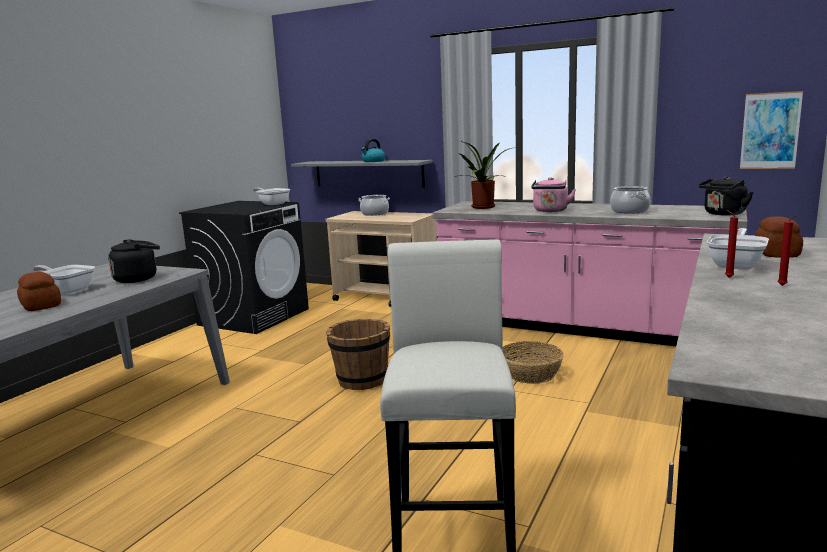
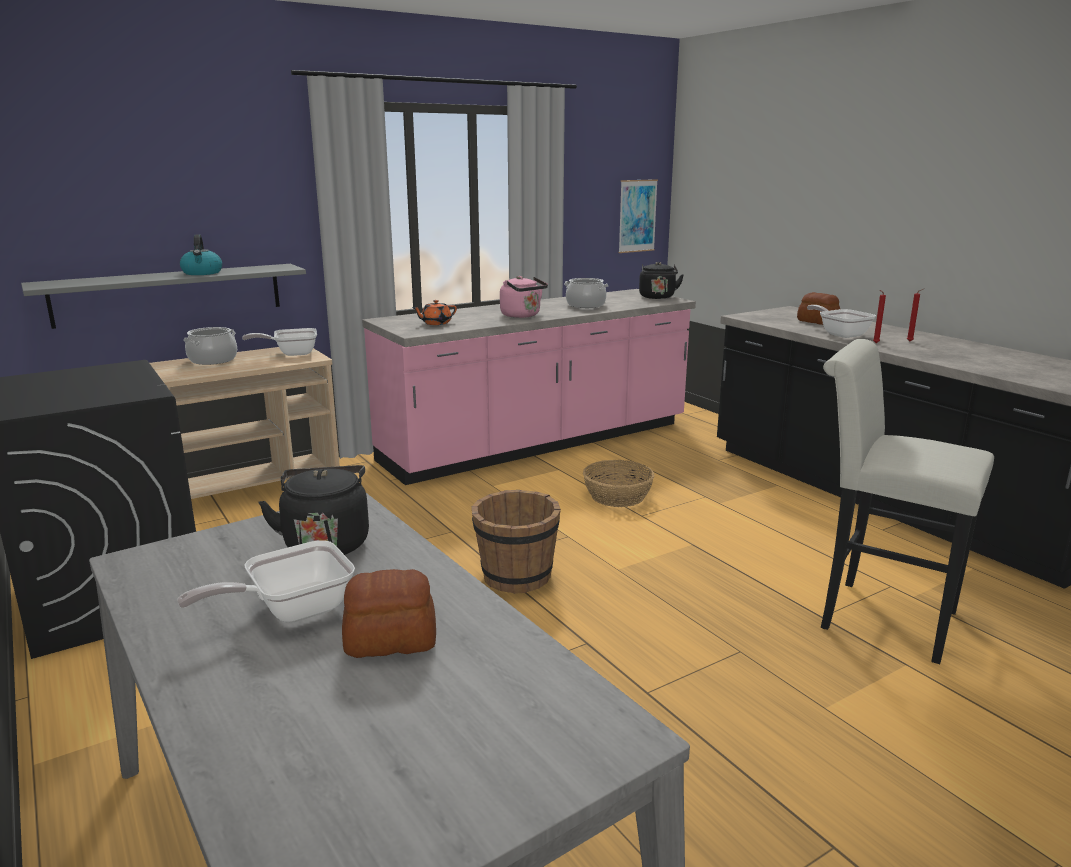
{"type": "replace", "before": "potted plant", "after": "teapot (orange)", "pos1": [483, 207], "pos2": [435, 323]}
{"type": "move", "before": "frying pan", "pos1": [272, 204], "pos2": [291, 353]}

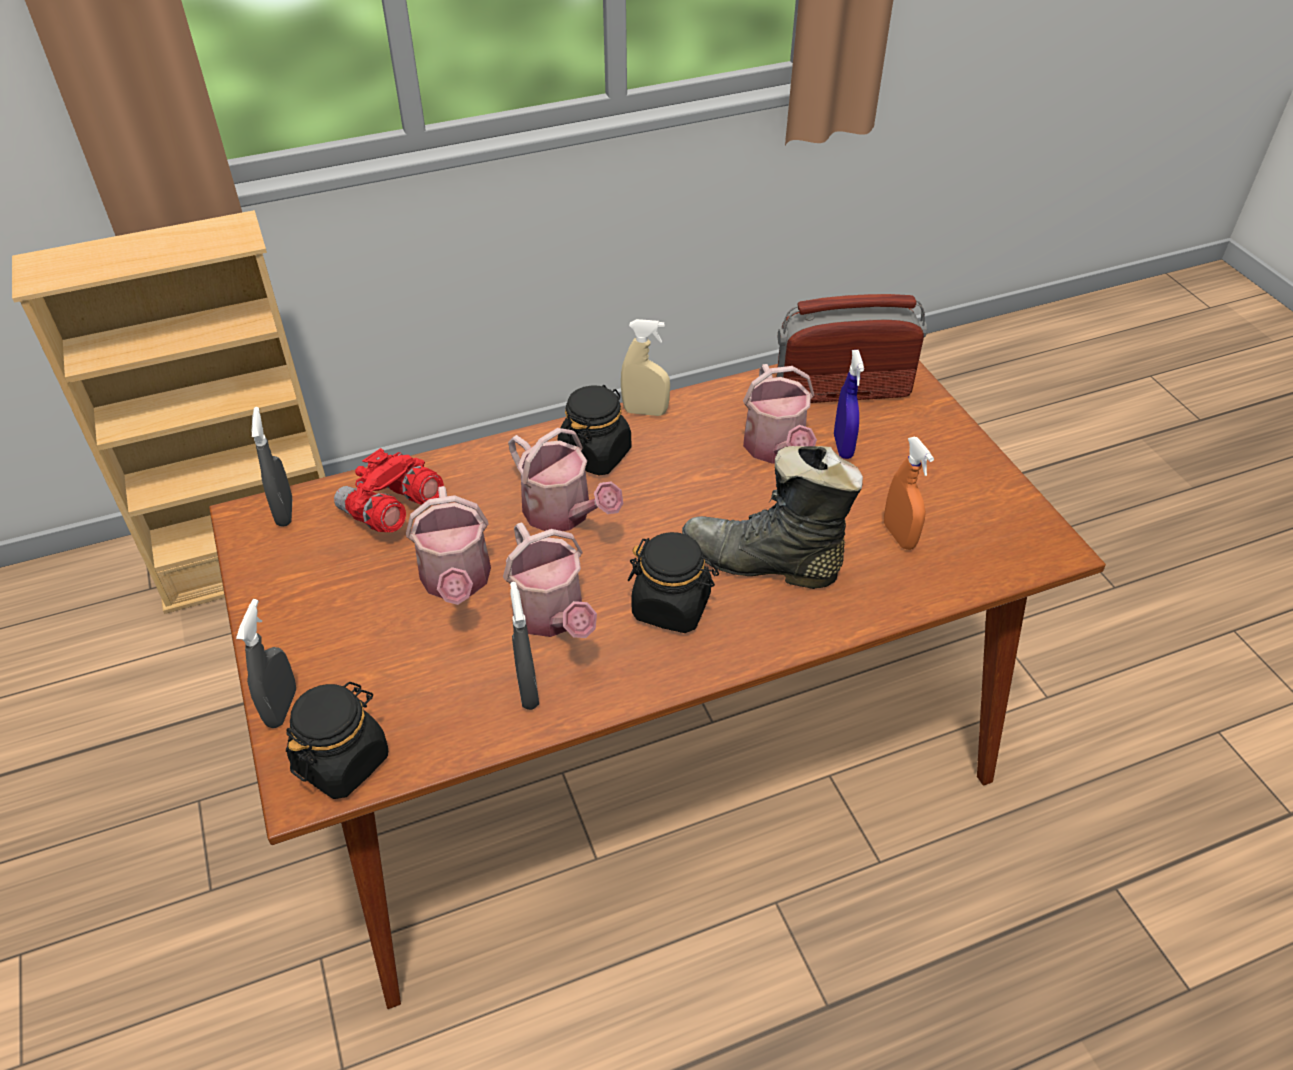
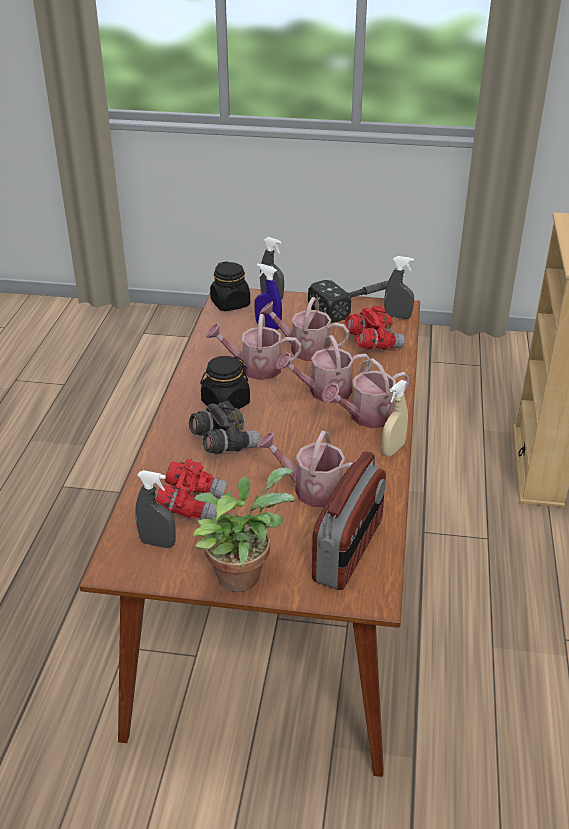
{"type": "move", "before": "spray bottle (blue)", "pos1": [843, 446], "pos2": [268, 326]}
{"type": "replace", "before": "jar (black)", "after": "watering can", "pos1": [595, 454], "pos2": [366, 417]}
{"type": "replace", "before": "spray bottle (orange)", "after": "binoculars (red)", "pos1": [899, 536], "pos2": [192, 504]}
{"type": "replace", "before": "boot (black)", "after": "binoculars (grey)", "pos1": [762, 563], "pos2": [224, 443]}
{"type": "move", "before": "spray bottle (grey)", "pos1": [527, 690], "pos2": [157, 543]}
{"type": "insert", "after": "hammer", "pos2": [358, 303]}
{"type": "insert", "after": "potted plant", "pos2": [241, 573]}

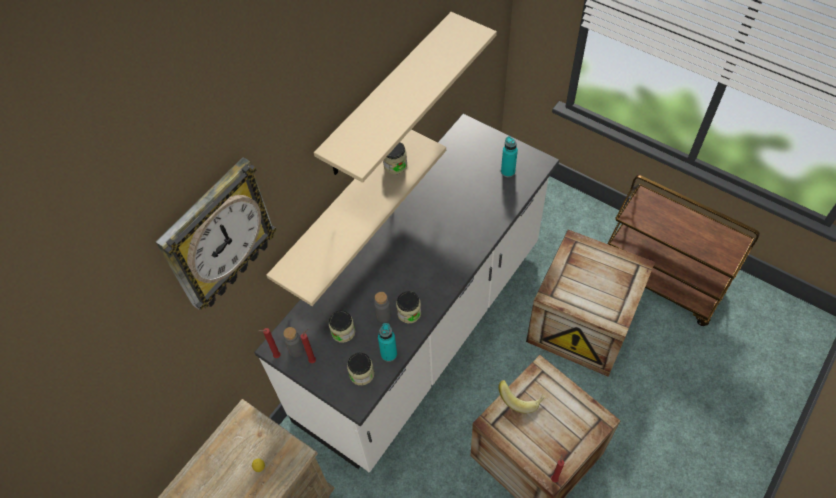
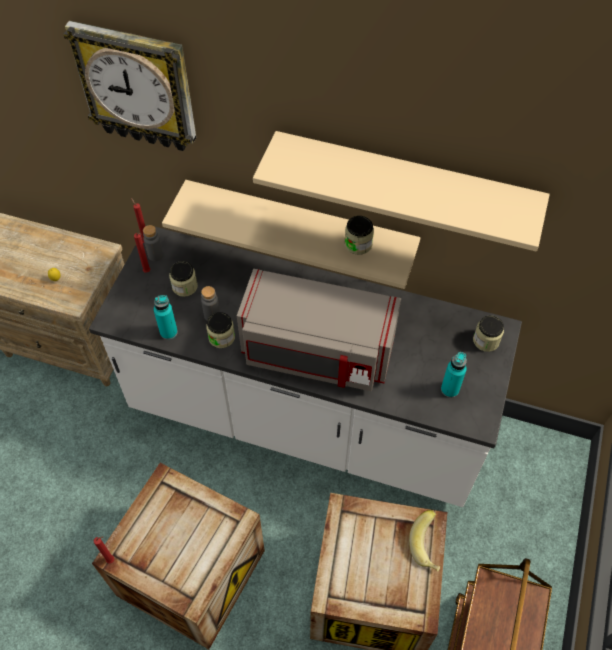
{"type": "move", "before": "jar", "pos1": [361, 374], "pos2": [486, 340]}
{"type": "move", "before": "banana", "pos1": [521, 398], "pos2": [428, 546]}
{"type": "insert", "after": "microwave (grey)", "pos2": [316, 353]}

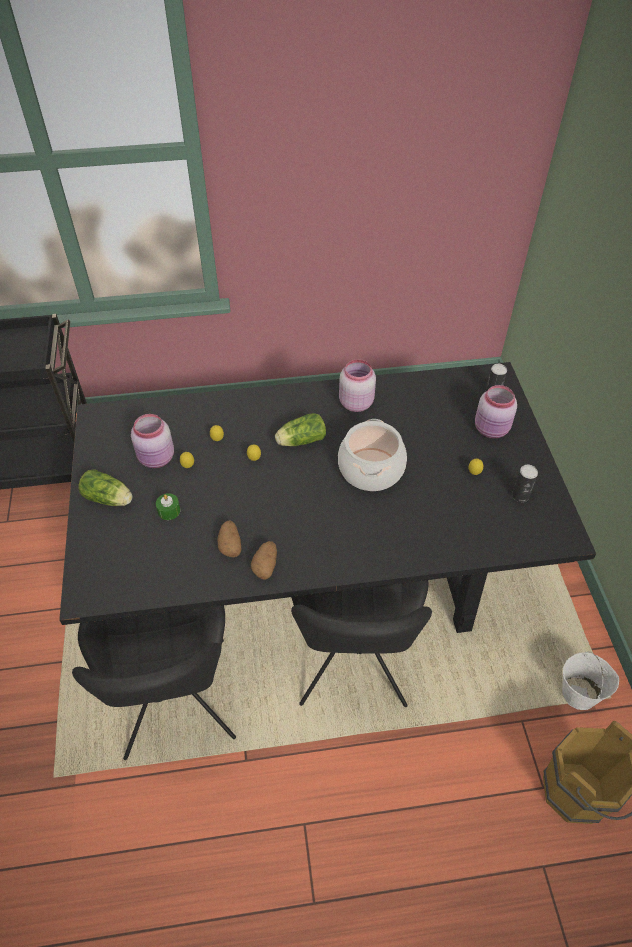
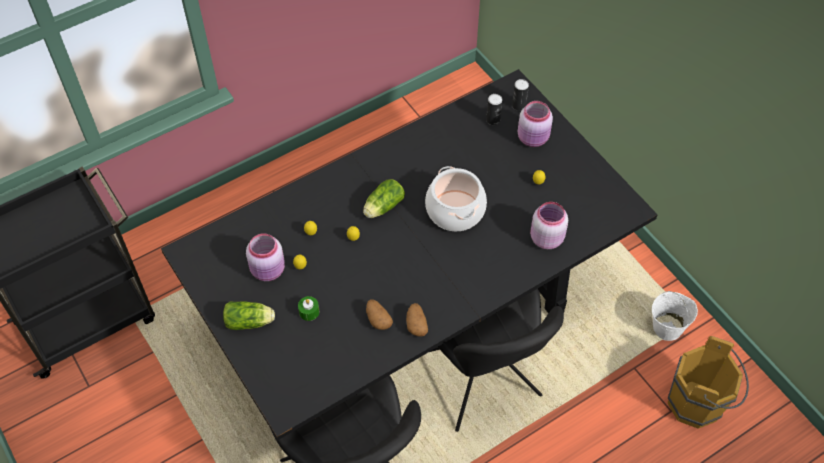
{"type": "move", "before": "jar (pink)", "pos1": [355, 402], "pos2": [545, 238]}
{"type": "move", "before": "can", "pos1": [520, 495], "pos2": [493, 120]}

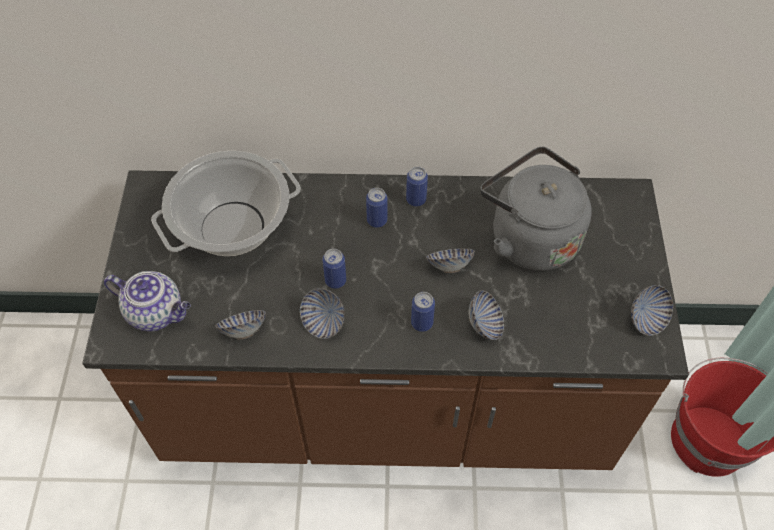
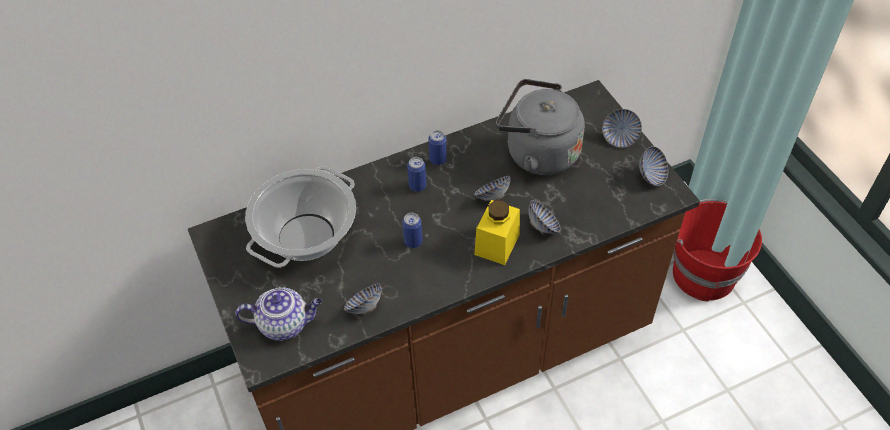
{"type": "move", "before": "bowl", "pos1": [323, 322], "pos2": [619, 138]}
{"type": "replace", "before": "can", "after": "jar (yellow)", "pos1": [422, 323], "pos2": [497, 244]}

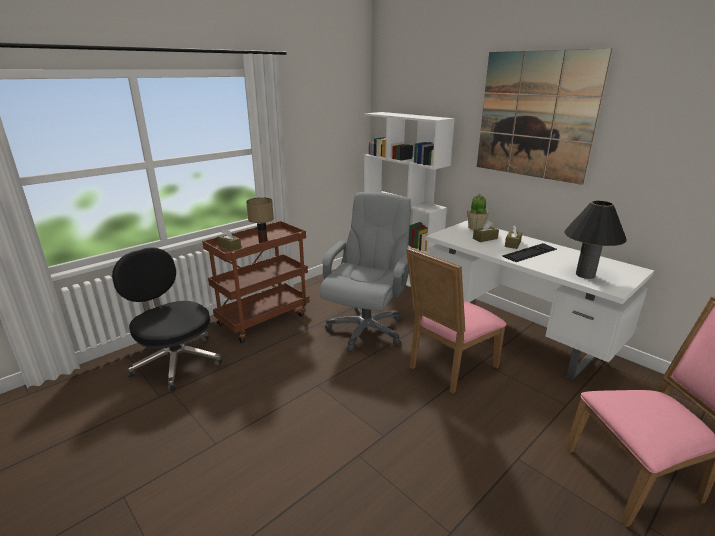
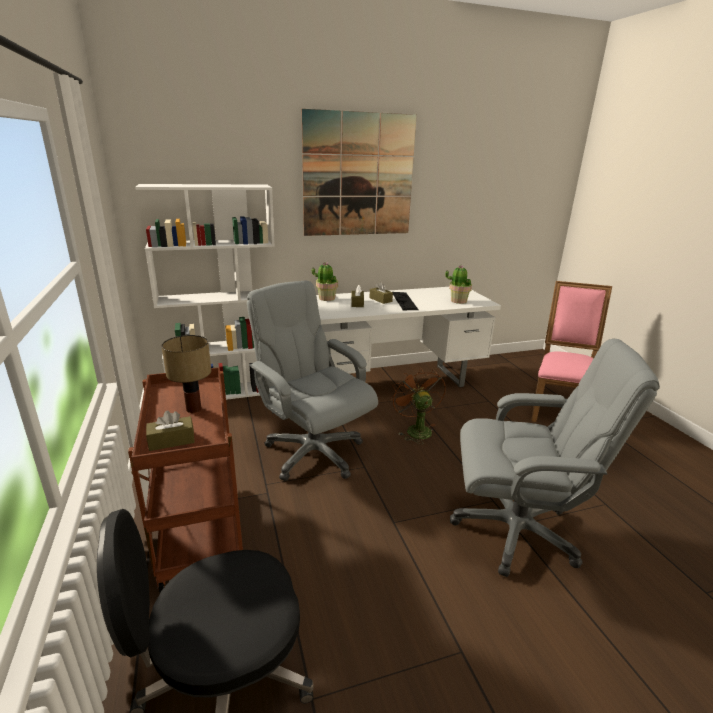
{"type": "replace", "before": "table lamp (black)", "after": "potted plant", "pos1": [585, 275], "pos2": [458, 301]}
{"type": "replace", "before": "chair (pink)", "after": "fan (brown)", "pos1": [448, 367], "pos2": [415, 429]}
{"type": "insert", "after": "office chair (grey)", "pos2": [516, 530]}

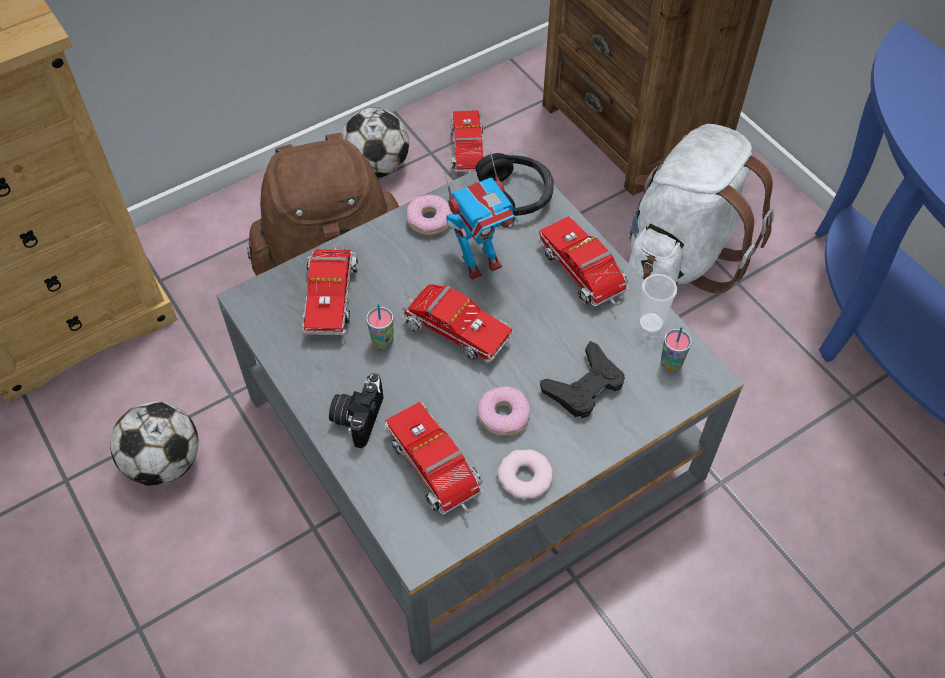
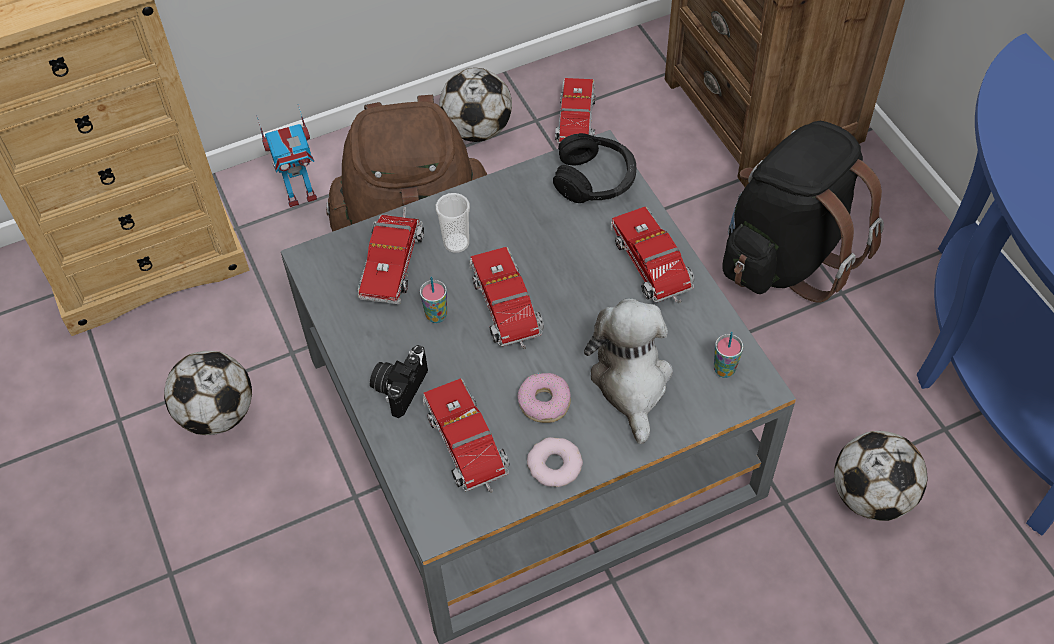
{"type": "recolor", "before": "backpack (white)", "after": "backpack (black)", "pos1": [682, 254], "pos2": [787, 256]}
{"type": "move", "before": "toy robot", "pos1": [480, 263], "pos2": [300, 194]}
{"type": "delete", "before": "donut", "pos1": [429, 220]}
{"type": "move", "before": "cup", "pos1": [650, 323], "pos2": [456, 243]}
{"type": "rotate", "before": "toy truck", "pos1": [452, 329], "pos2": [507, 310], "turn": -150}
{"type": "replace", "before": "game controller (black)", "after": "plush toy", "pos1": [584, 386], "pos2": [631, 382]}
{"type": "insert", "after": "football", "pos2": [871, 496]}

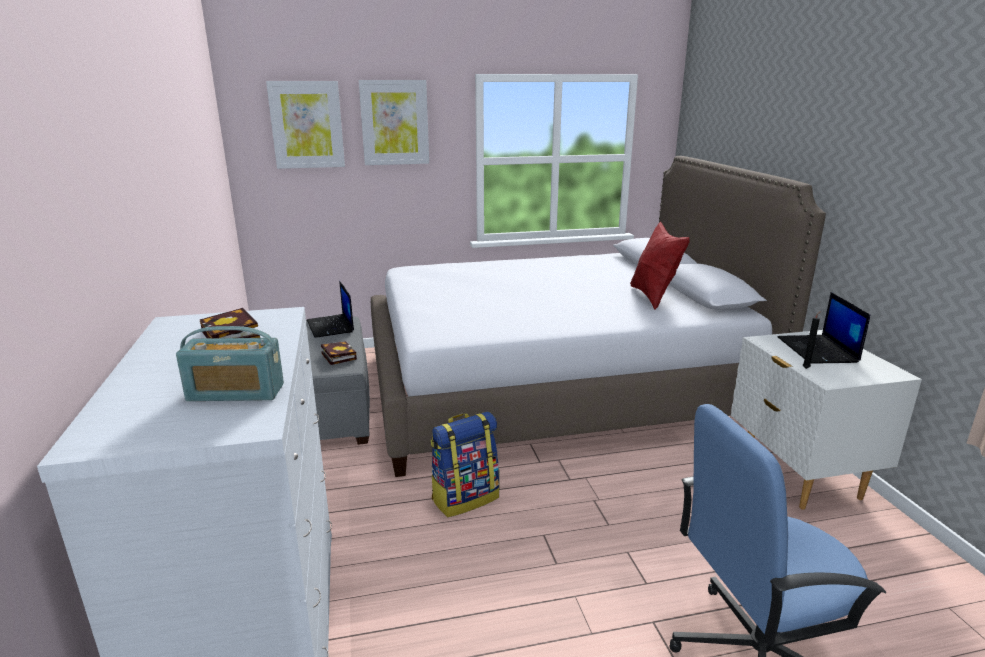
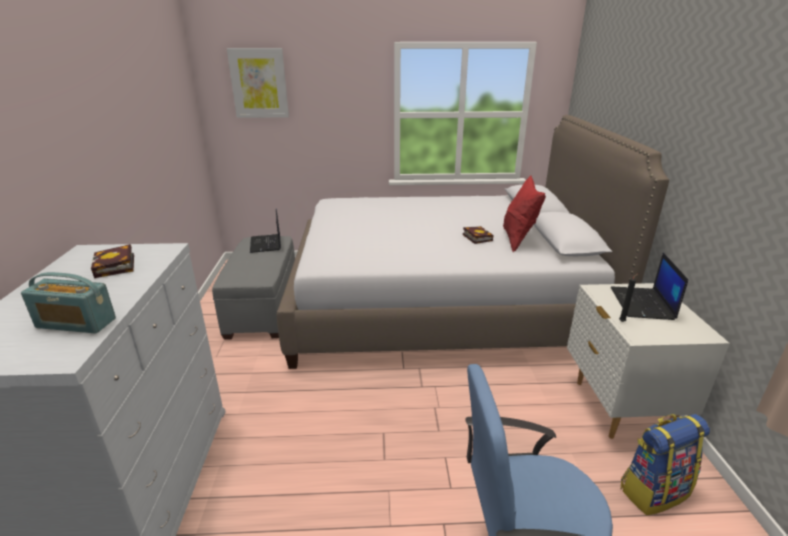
{"type": "delete", "before": "picture", "pos1": [394, 122]}
{"type": "move", "before": "book", "pos1": [337, 356], "pos2": [476, 237]}
{"type": "move", "before": "backpack", "pos1": [465, 498], "pos2": [653, 490]}

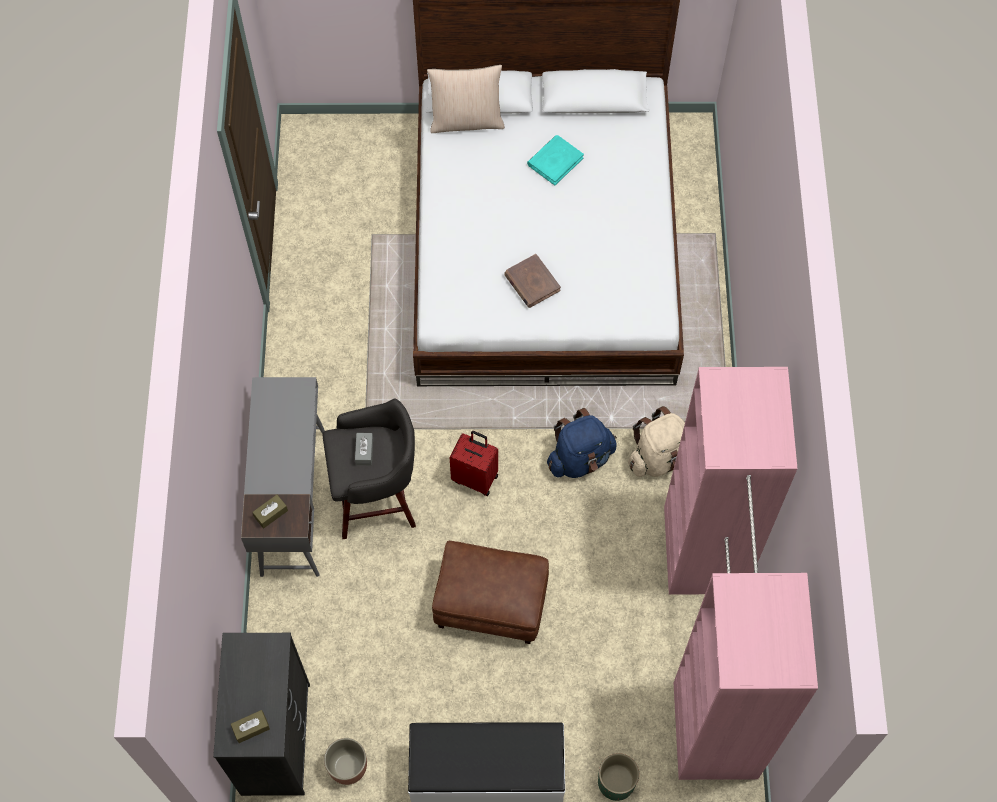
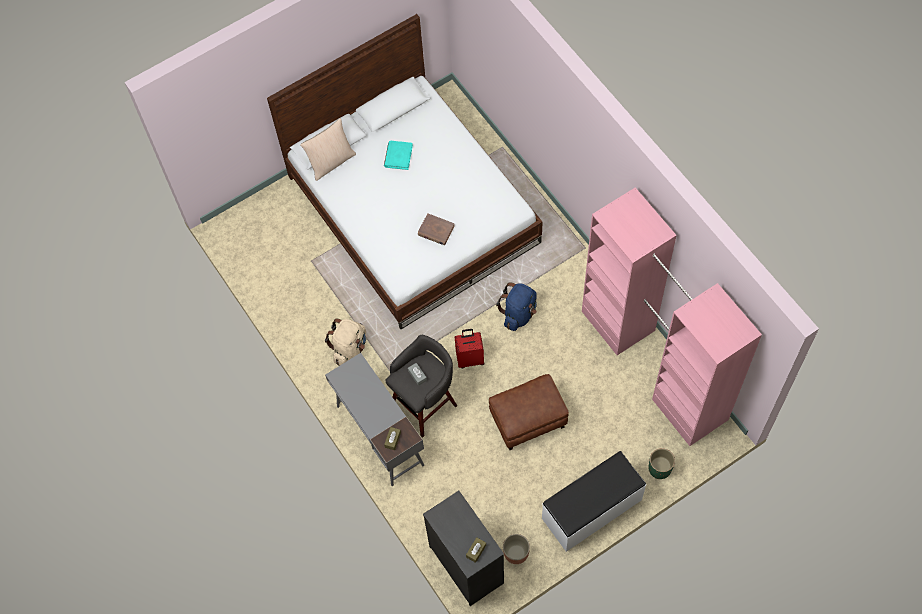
{"type": "move", "before": "backpack (beige)", "pos1": [659, 457], "pos2": [349, 348]}

